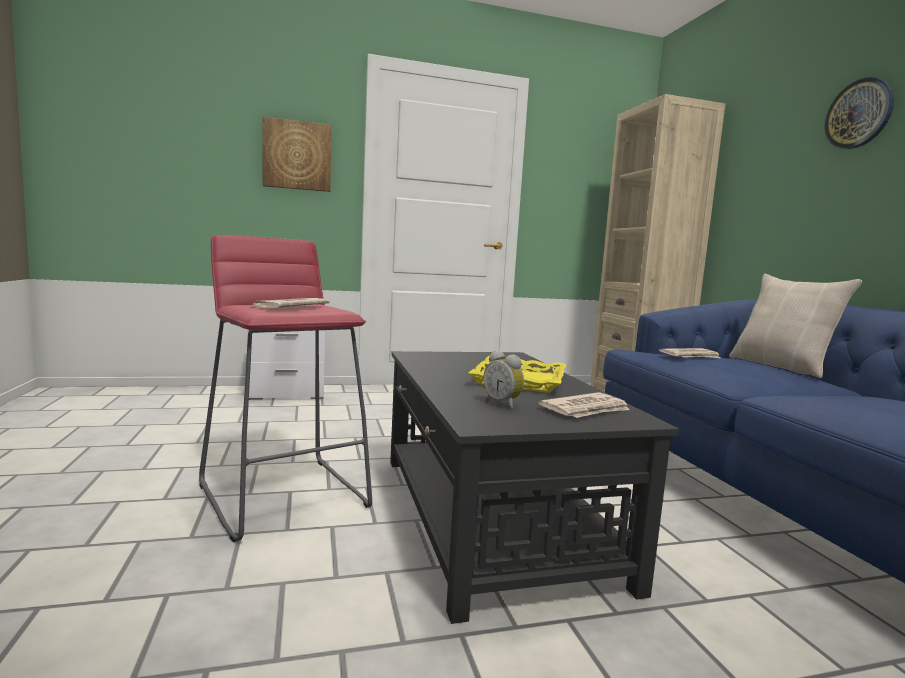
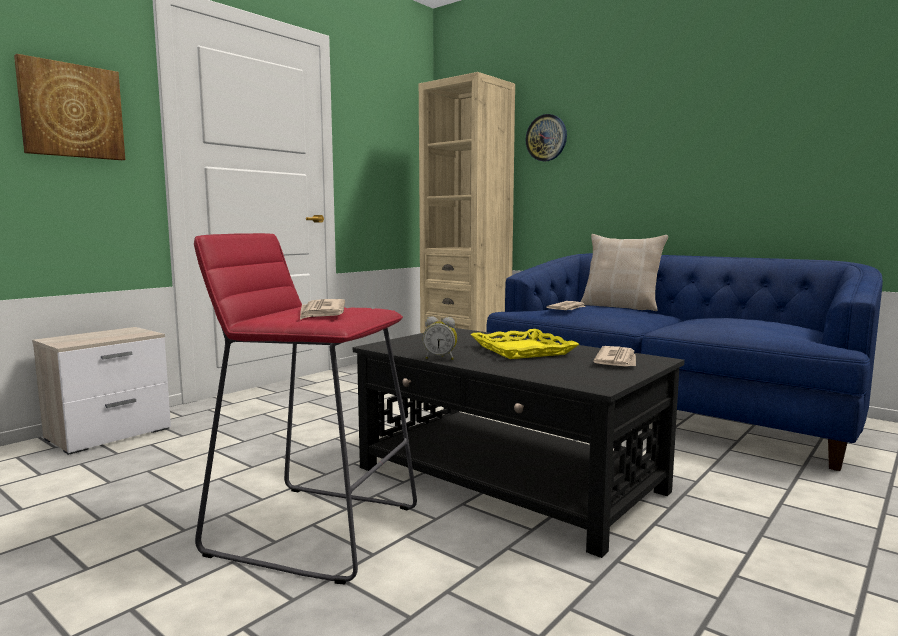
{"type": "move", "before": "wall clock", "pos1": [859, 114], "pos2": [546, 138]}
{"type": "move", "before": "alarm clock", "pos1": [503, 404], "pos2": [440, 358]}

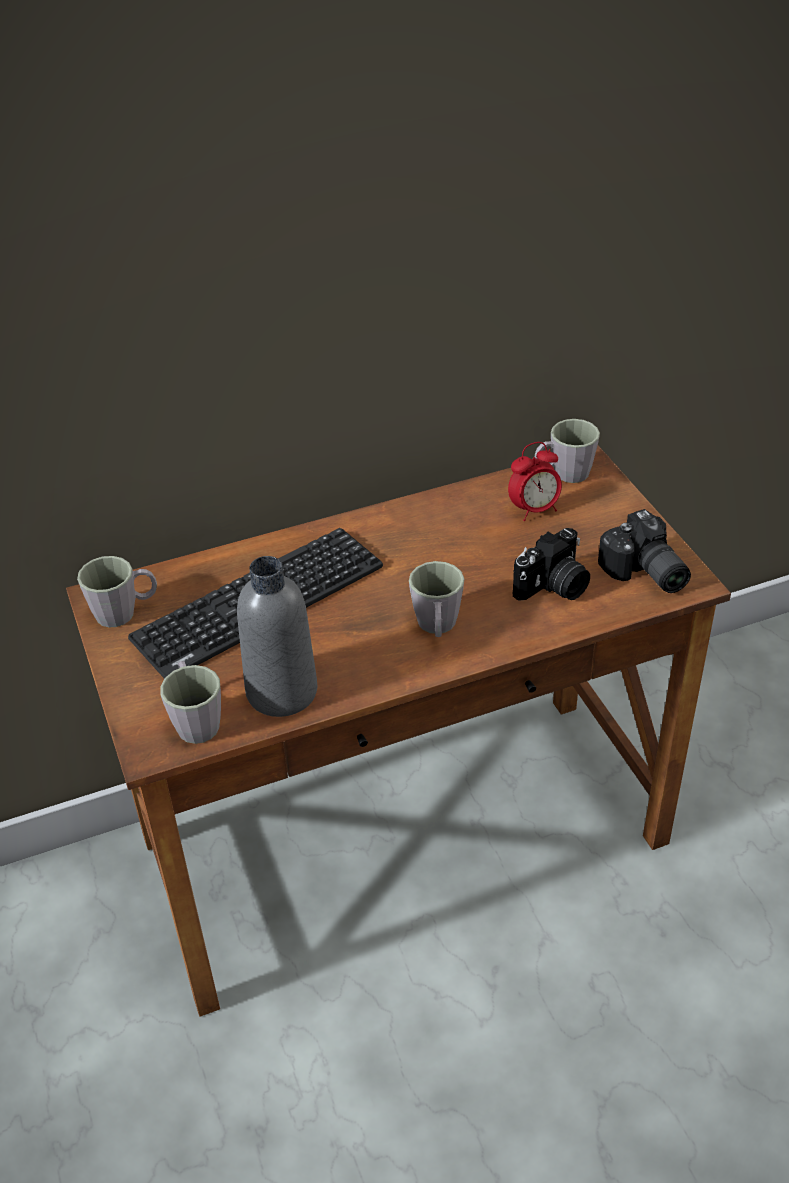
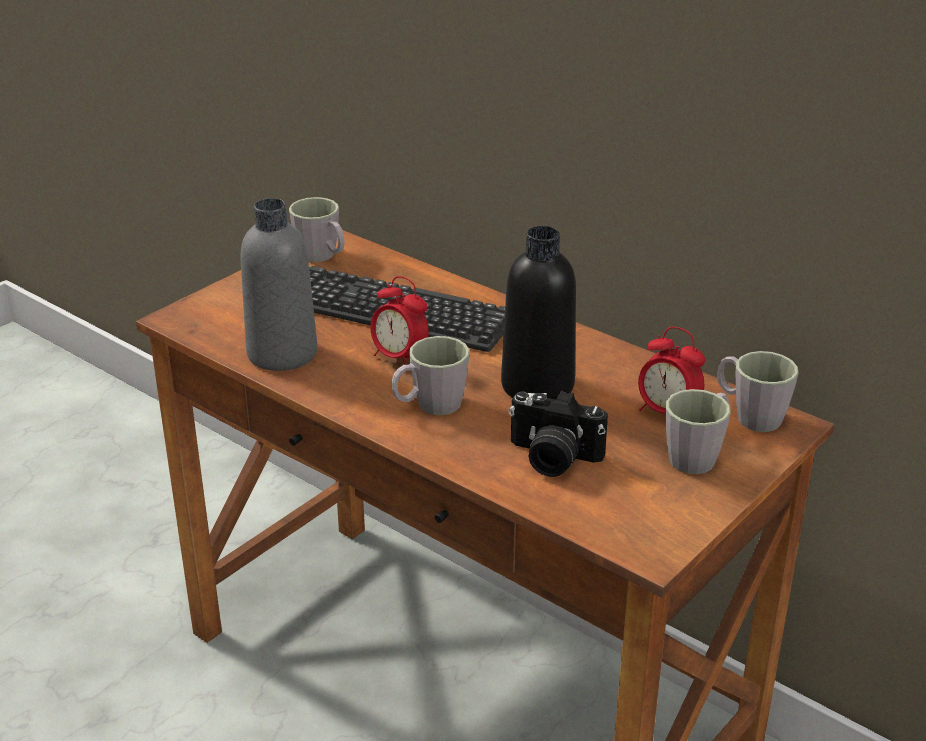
{"type": "delete", "before": "photo camera", "pos1": [644, 574]}
{"type": "move", "before": "mug (grey)", "pos1": [195, 720], "pos2": [698, 455]}
{"type": "insert", "after": "bottle (black)", "pos2": [537, 386]}
{"type": "insert", "after": "alarm clock", "pos2": [399, 358]}

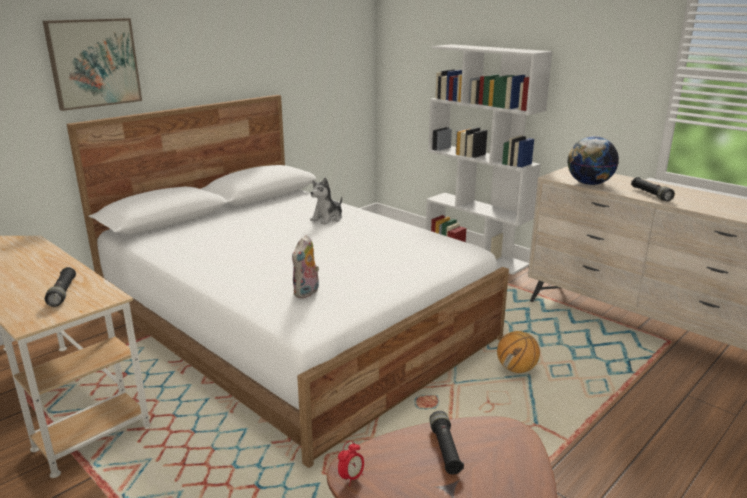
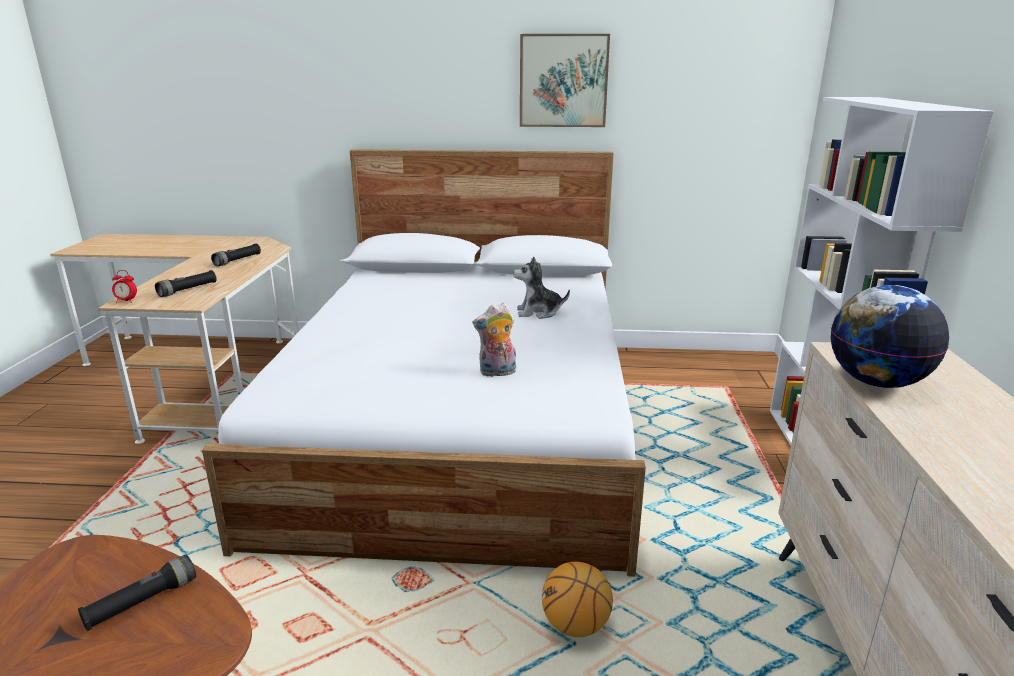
{"type": "move", "before": "picture", "pos1": [94, 63], "pos2": [563, 81]}
{"type": "move", "before": "flashlight (black)", "pos1": [651, 194], "pos2": [237, 260]}
{"type": "move", "before": "plush toy", "pos1": [307, 293], "pos2": [497, 373]}
{"type": "move", "before": "alarm clock", "pos1": [351, 477], "pos2": [126, 301]}

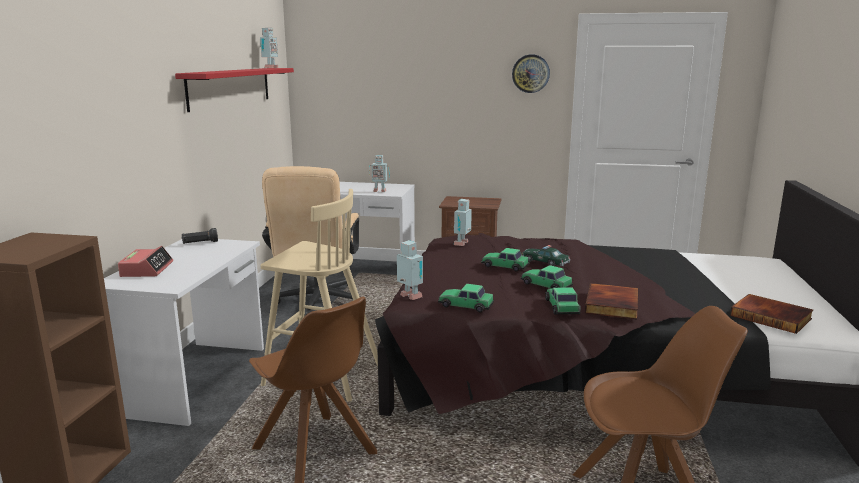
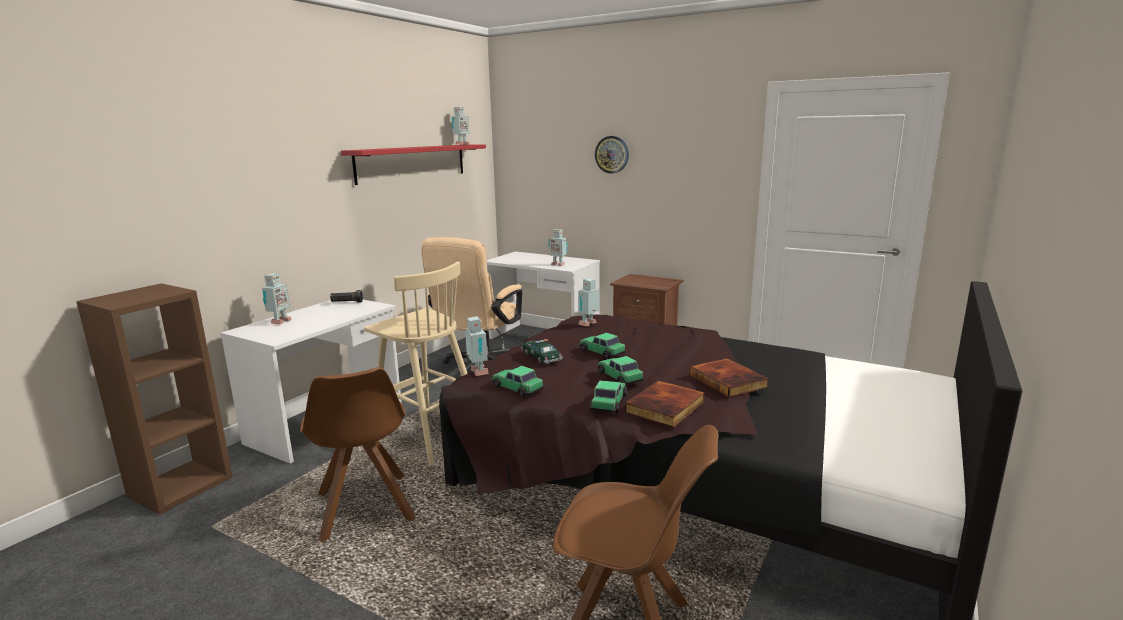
{"type": "move", "before": "wall clock", "pos1": [530, 73], "pos2": [612, 154]}
{"type": "move", "before": "toy car", "pos1": [545, 262], "pos2": [541, 357]}
{"type": "replace", "before": "alarm clock", "after": "toy robot", "pos1": [147, 269], "pos2": [279, 322]}
{"type": "move", "before": "book", "pos1": [771, 317], "pos2": [729, 381]}

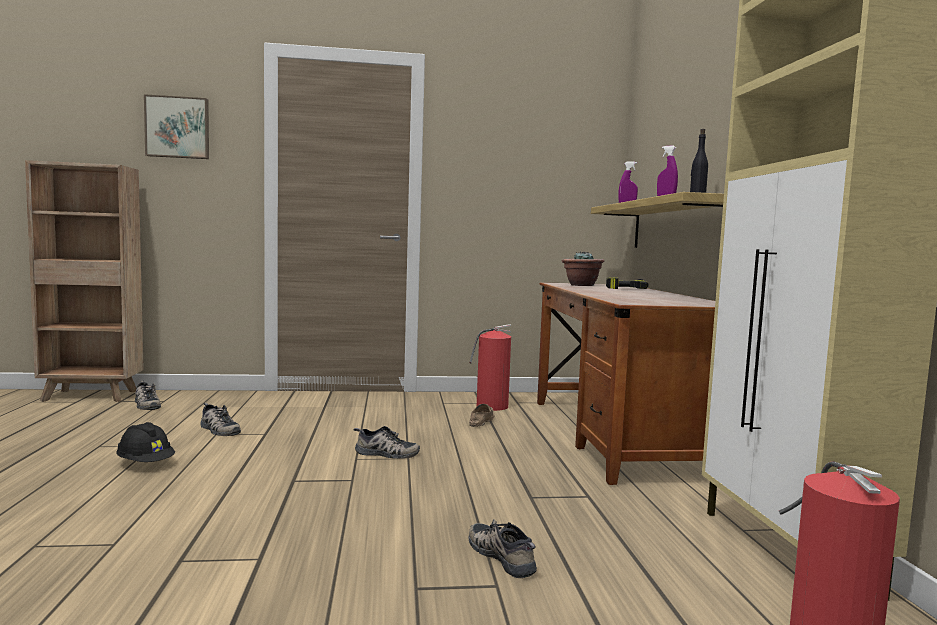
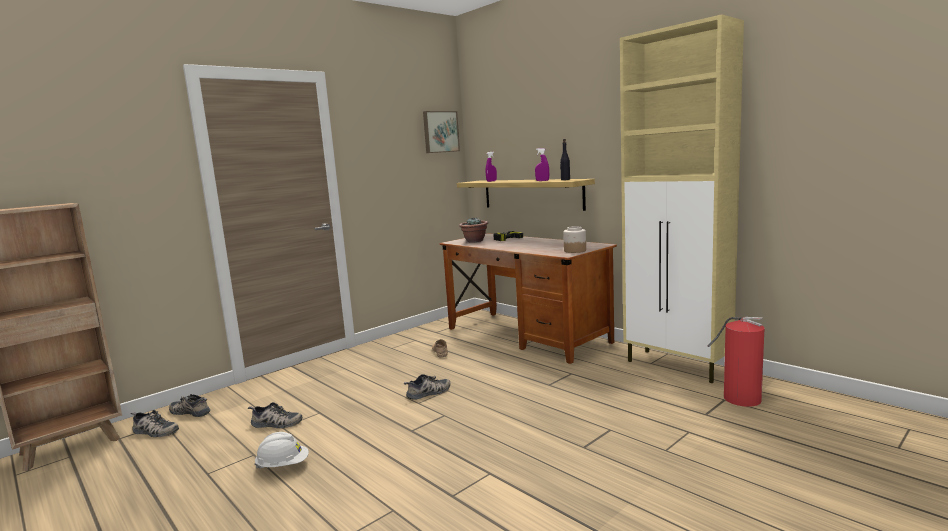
{"type": "move", "before": "picture", "pos1": [178, 128], "pos2": [440, 132]}
{"type": "delete", "before": "fire extinguisher", "pos1": [490, 406]}
{"type": "recolor", "before": "hard hat (black)", "after": "hard hat (white)", "pos1": [146, 463], "pos2": [283, 466]}
{"type": "move", "before": "shoe", "pos1": [503, 556], "pos2": [191, 411]}
{"type": "insert", "after": "jar", "pos2": [574, 251]}

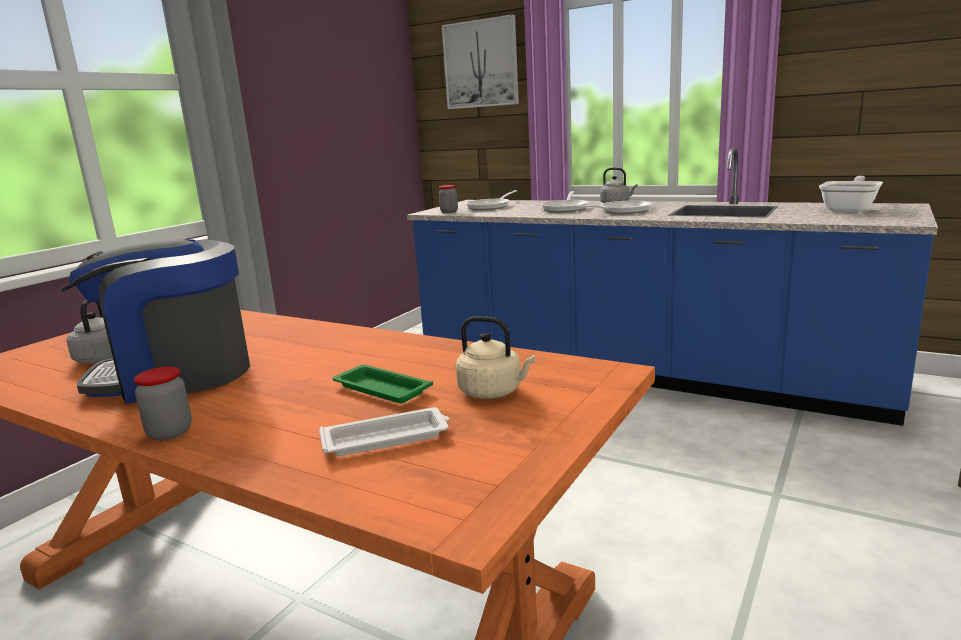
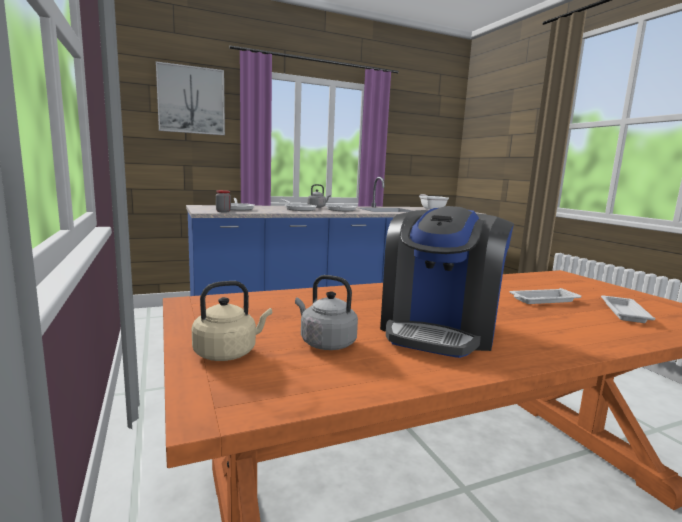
{"type": "move", "before": "kettle (beige)", "pos1": [493, 392], "pos2": [228, 353]}
{"type": "recolor", "before": "tray (green)", "after": "tray (white)", "pos1": [380, 389], "pos2": [542, 300]}
{"type": "delete", "before": "jar", "pos1": [170, 432]}

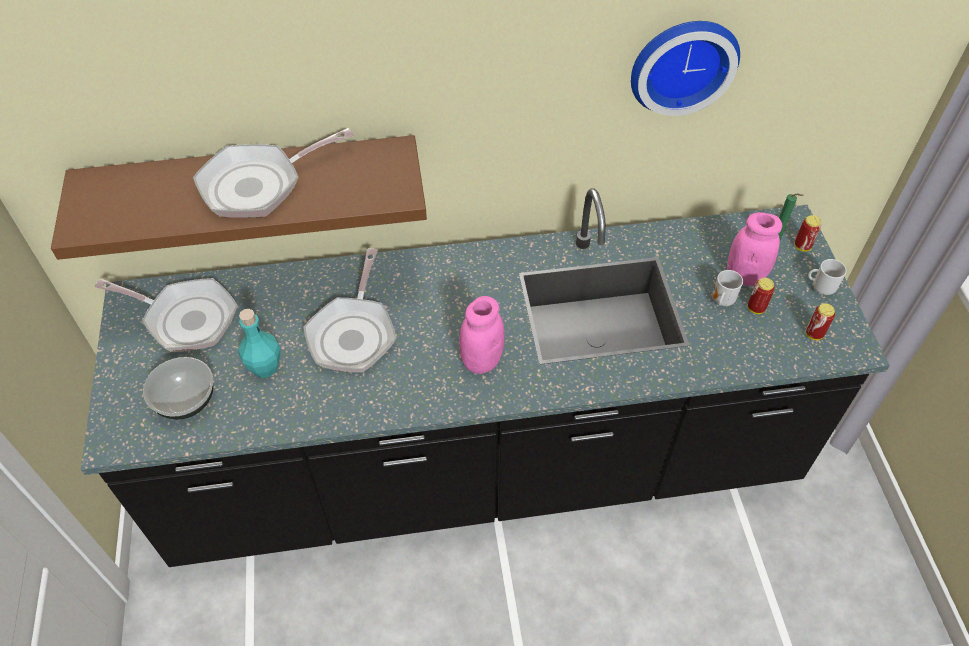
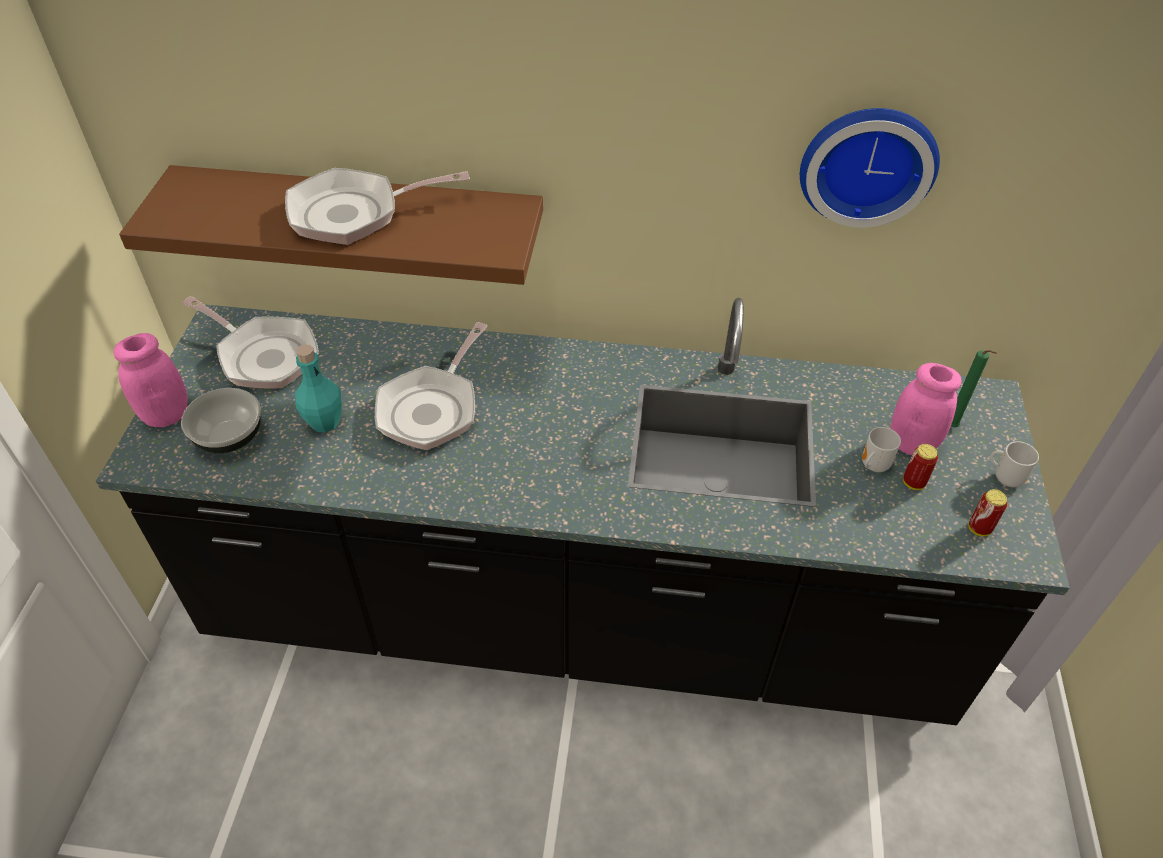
{"type": "delete", "before": "can", "pos1": [802, 246]}
{"type": "move", "before": "jar (pink)", "pos1": [481, 360], "pos2": [166, 415]}

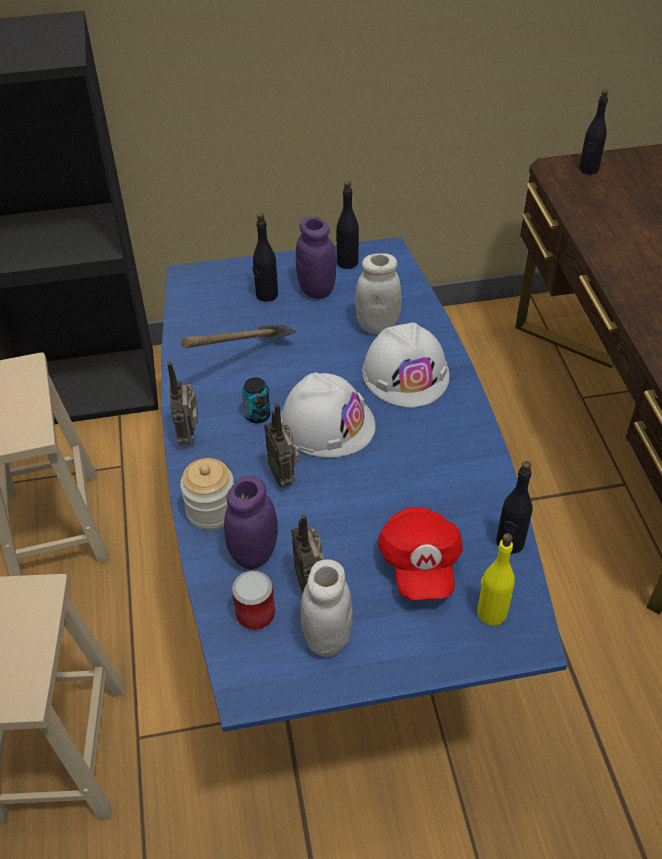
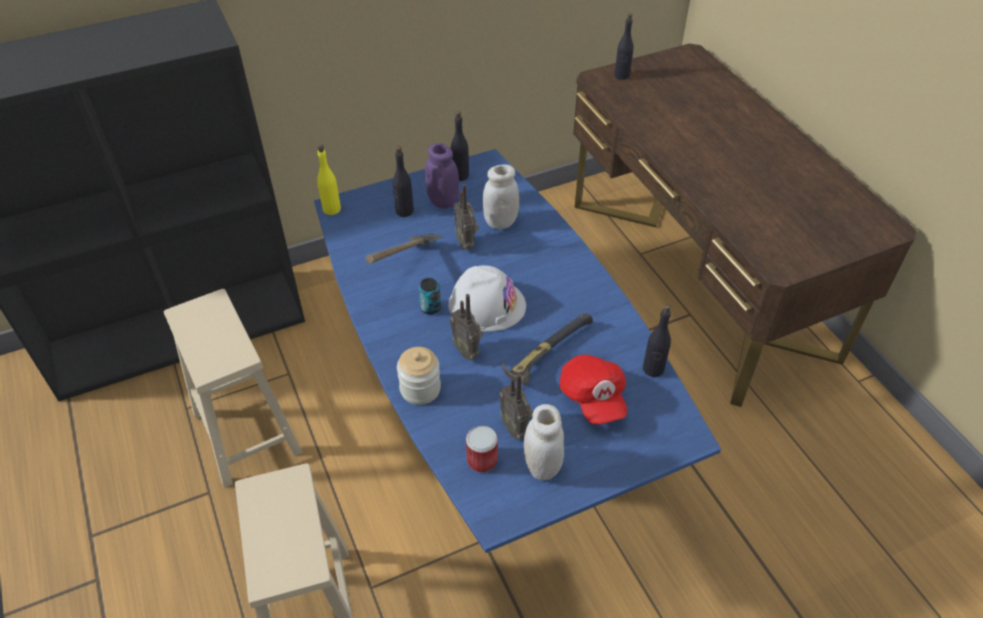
{"type": "delete", "before": "hard hat (white)", "pos1": [406, 373]}
{"type": "move", "before": "radio", "pos1": [189, 435], "pos2": [466, 243]}
{"type": "delete", "before": "jar (purple)", "pos1": [254, 553]}
{"type": "move", "before": "bottle (yellow)", "pos1": [491, 612], "pos2": [331, 209]}
{"type": "insert", "after": "hammer", "pos2": [543, 354]}

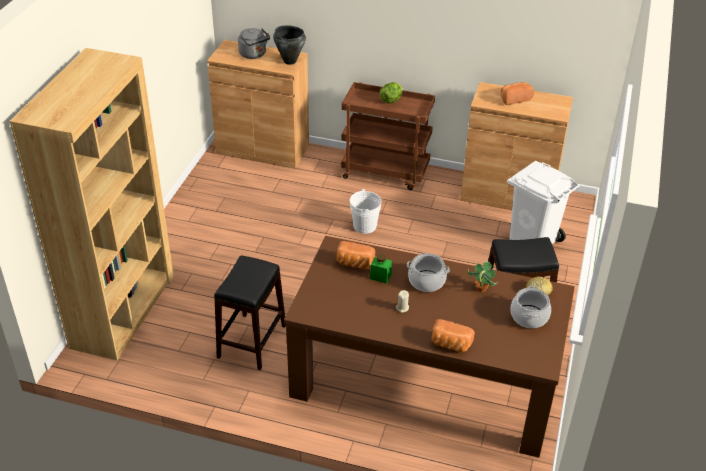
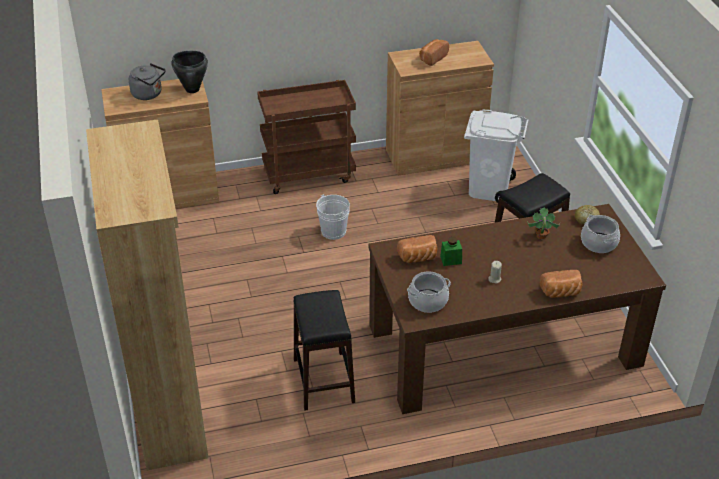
{"type": "delete", "before": "lettuce", "pos1": [391, 100]}
{"type": "move", "before": "cooking pot", "pos1": [426, 281], "pos2": [428, 301]}

